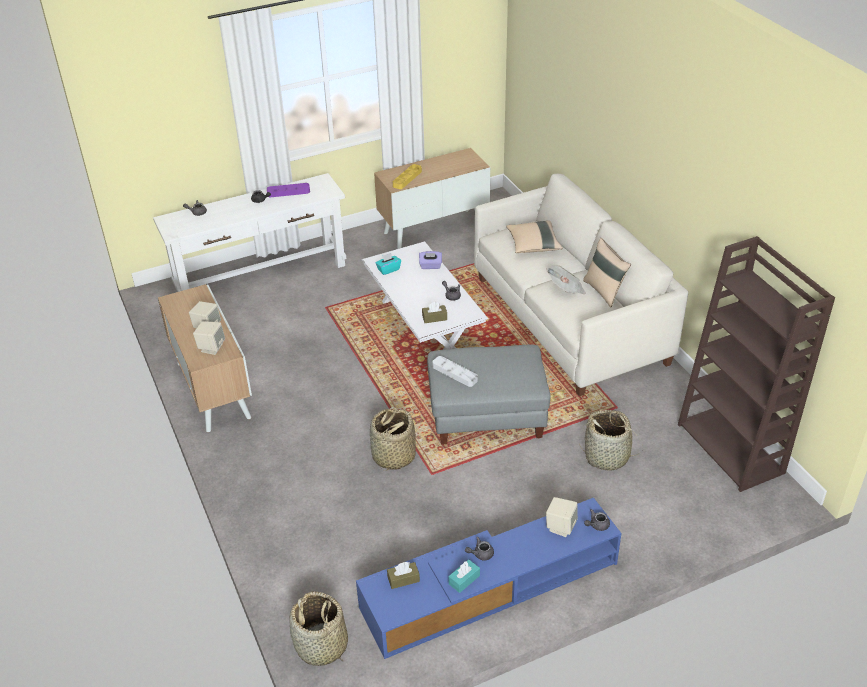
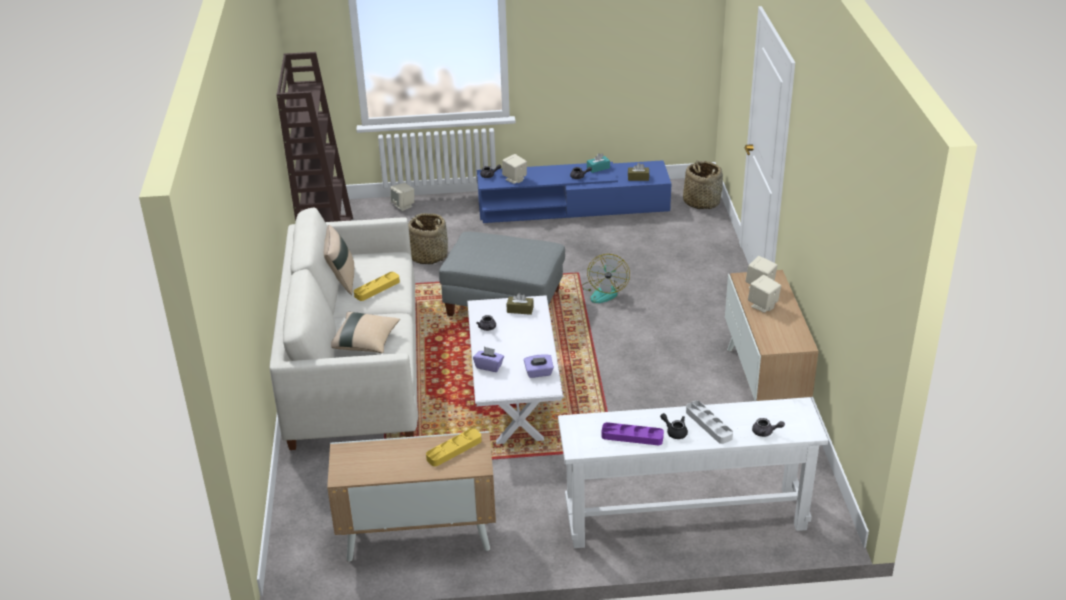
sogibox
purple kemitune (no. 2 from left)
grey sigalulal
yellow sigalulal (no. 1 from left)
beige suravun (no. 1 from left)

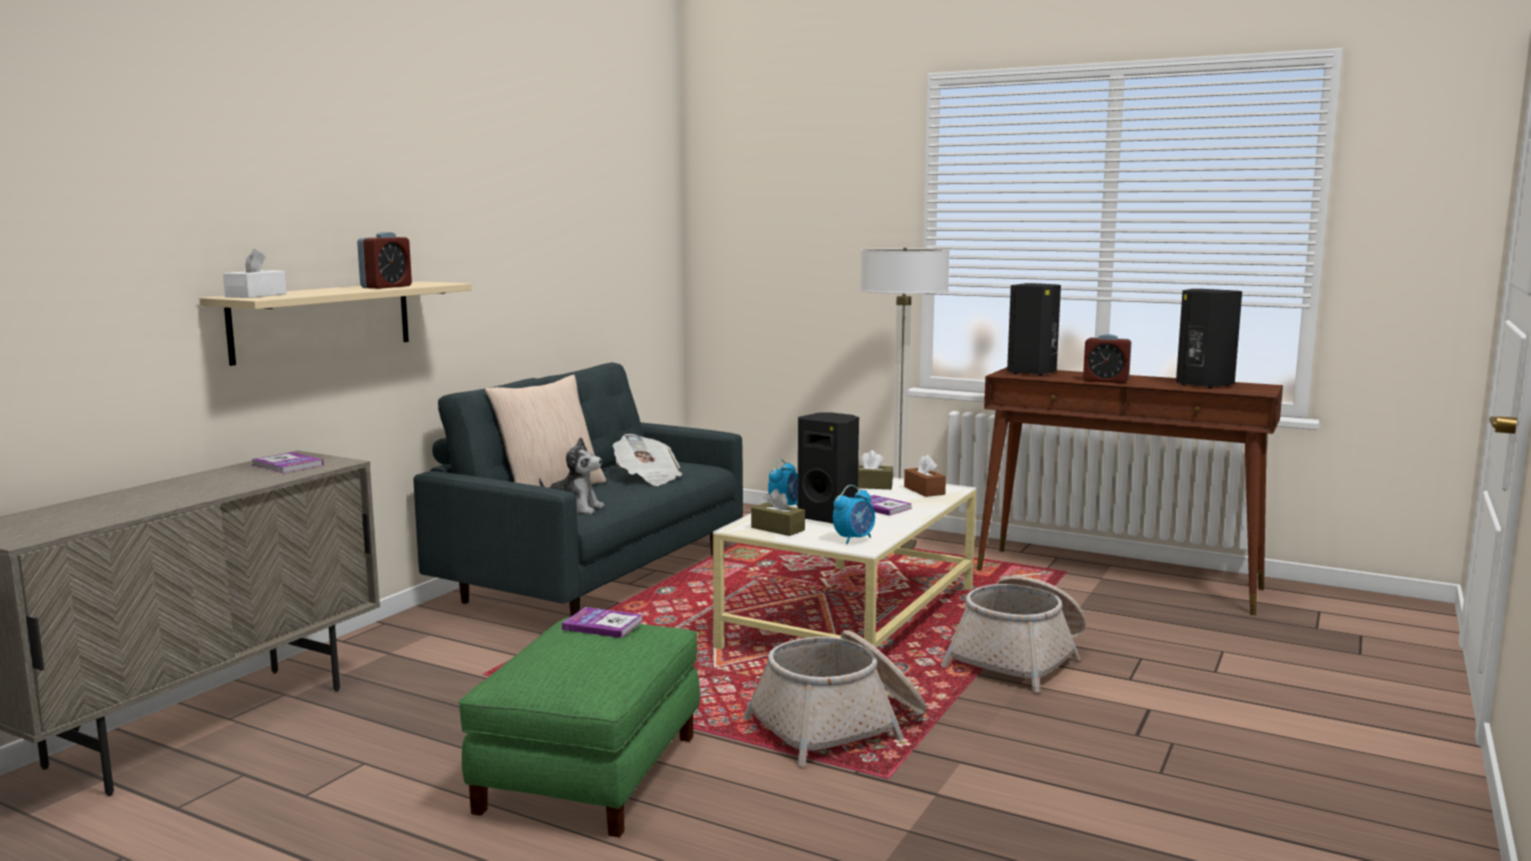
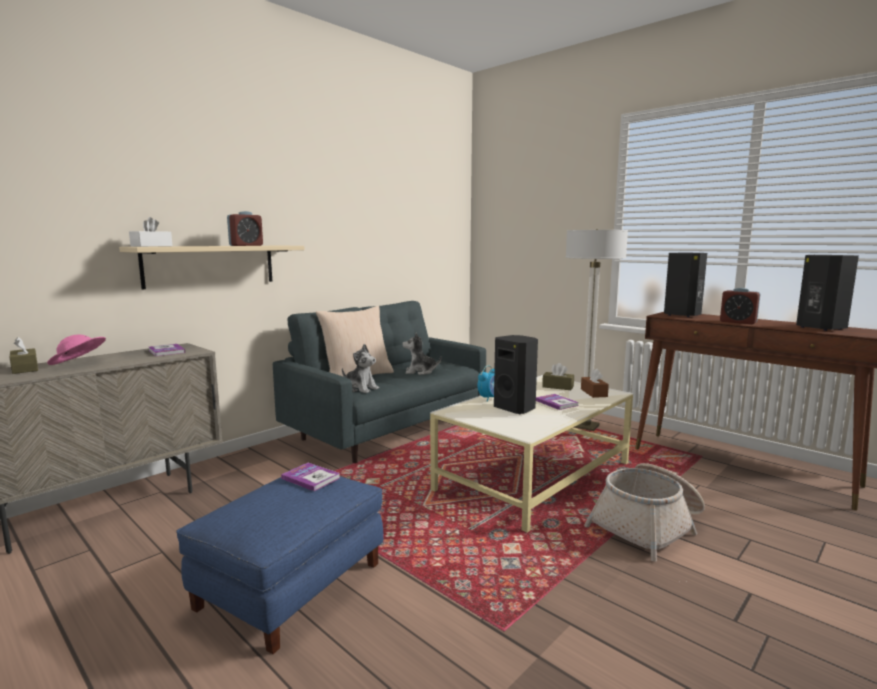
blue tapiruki
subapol (no. 2 from left)
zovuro (no. 1 from left in the first image)
brown kemitune (no. 1 from left)
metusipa (no. 3 from left in the first image)
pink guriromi

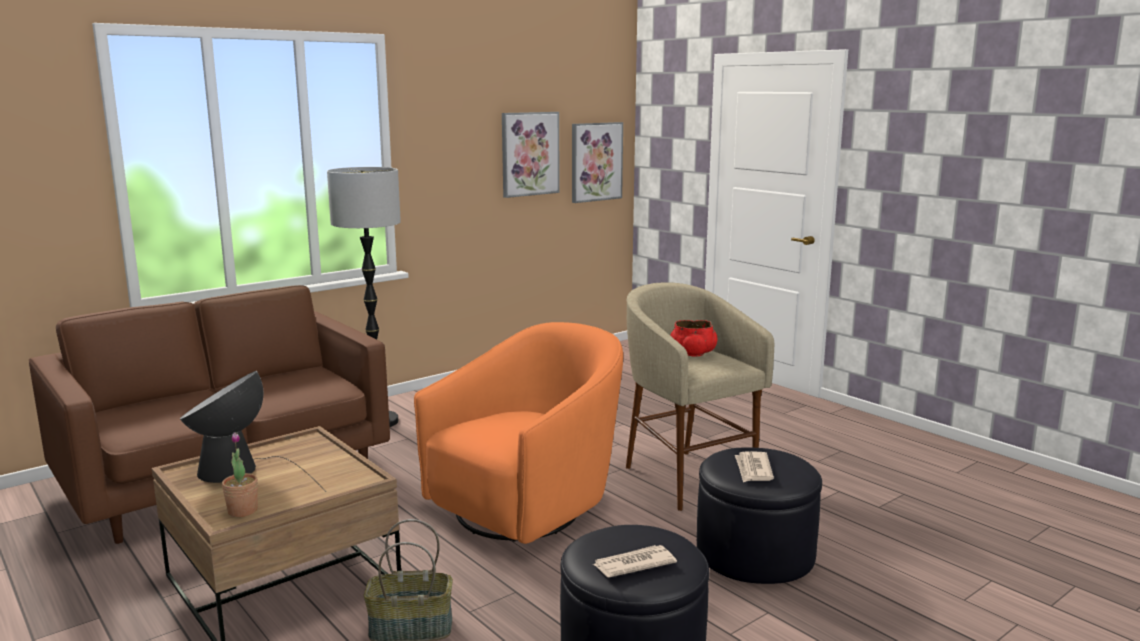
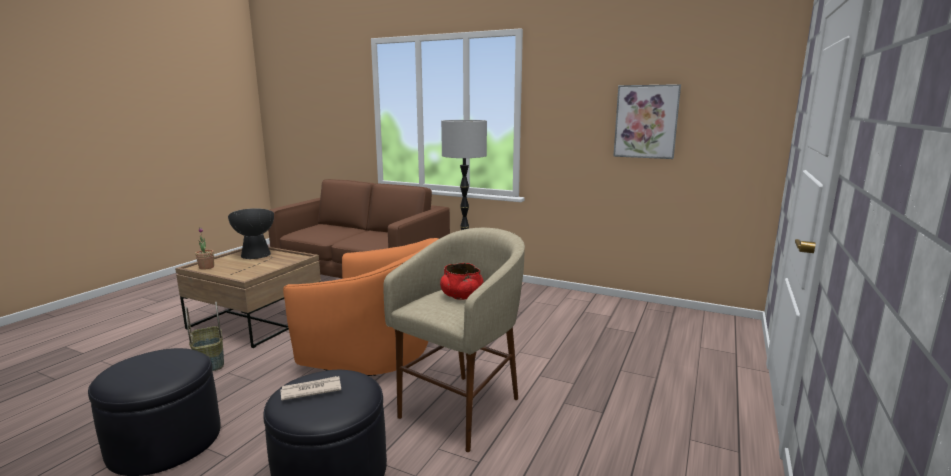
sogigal (no. 2 from left in the first image)
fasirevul (no. 1 from left in the first image)

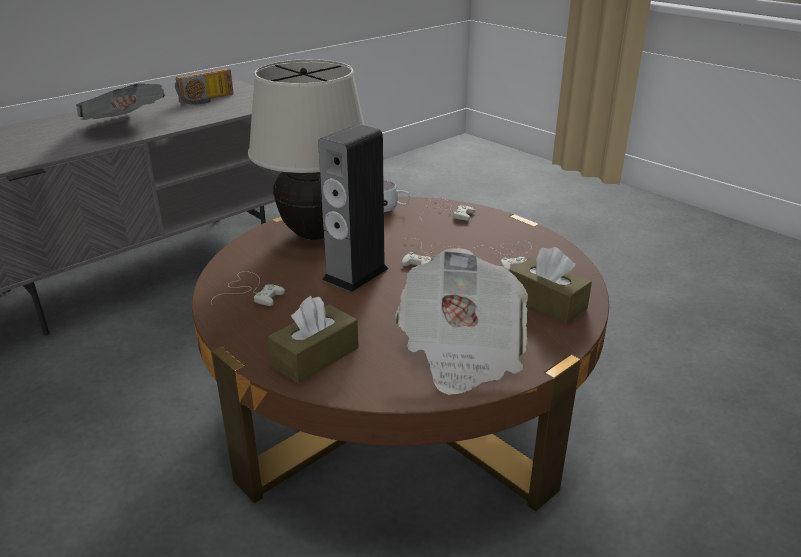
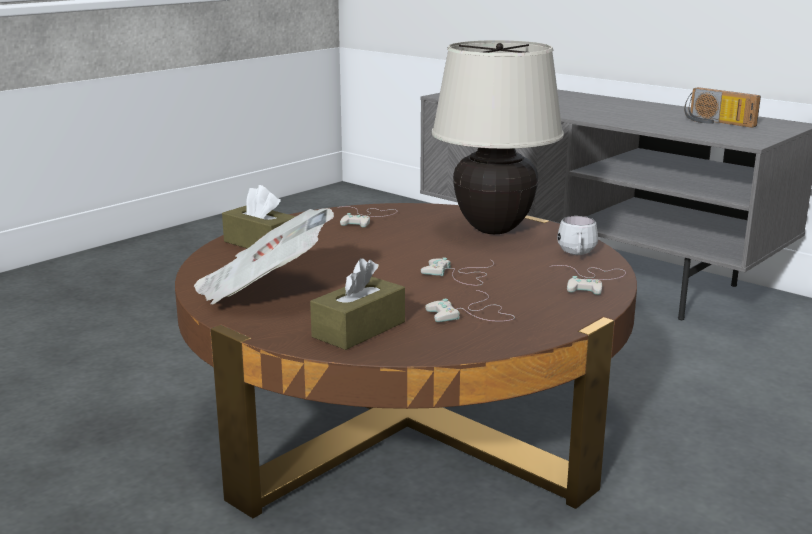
fasirevul (no. 1 from left in the first image)
suravun

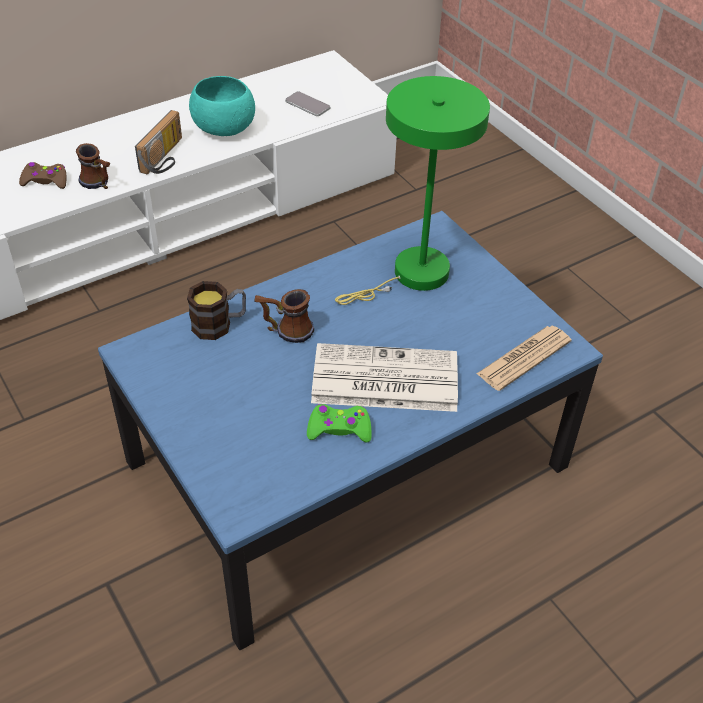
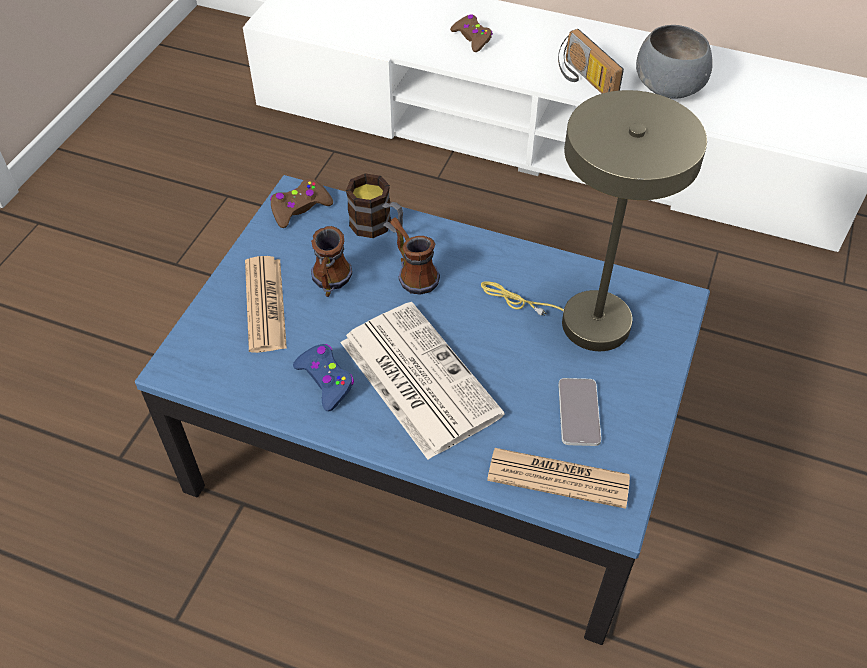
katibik (no. 1 from left)
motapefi
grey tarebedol
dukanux
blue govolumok
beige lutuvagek
fasirevul (no. 1 from left)
brown govolumok (no. 1 from left)

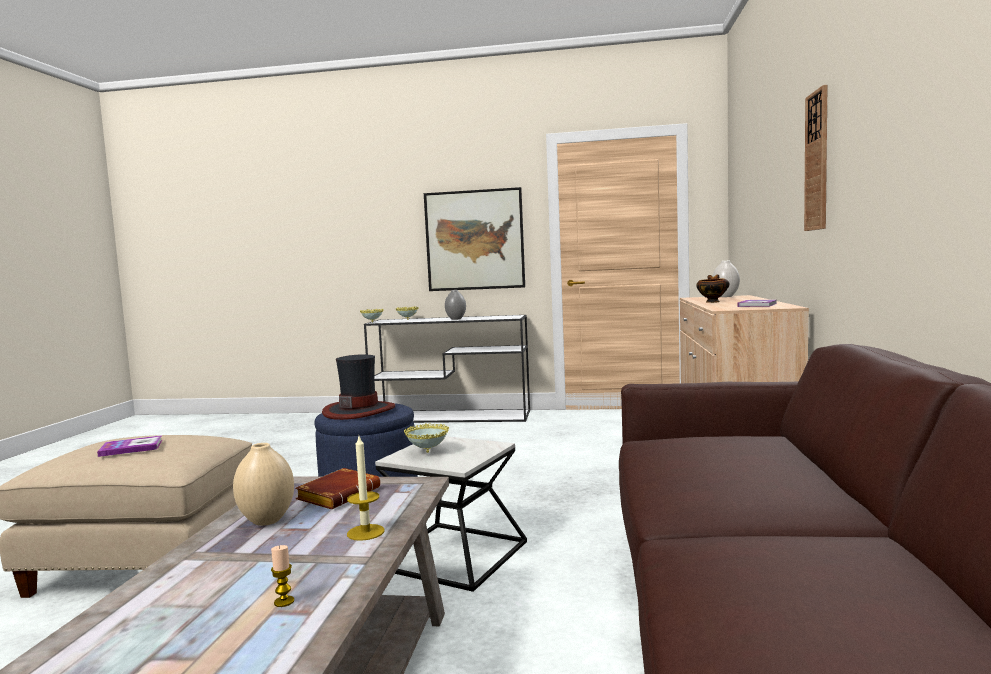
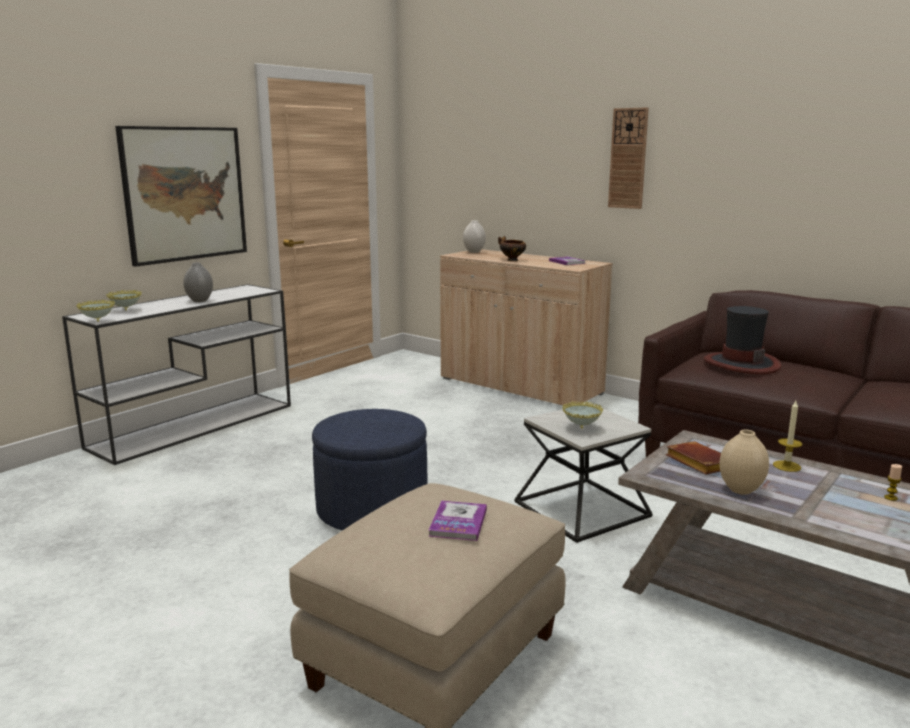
guriromi

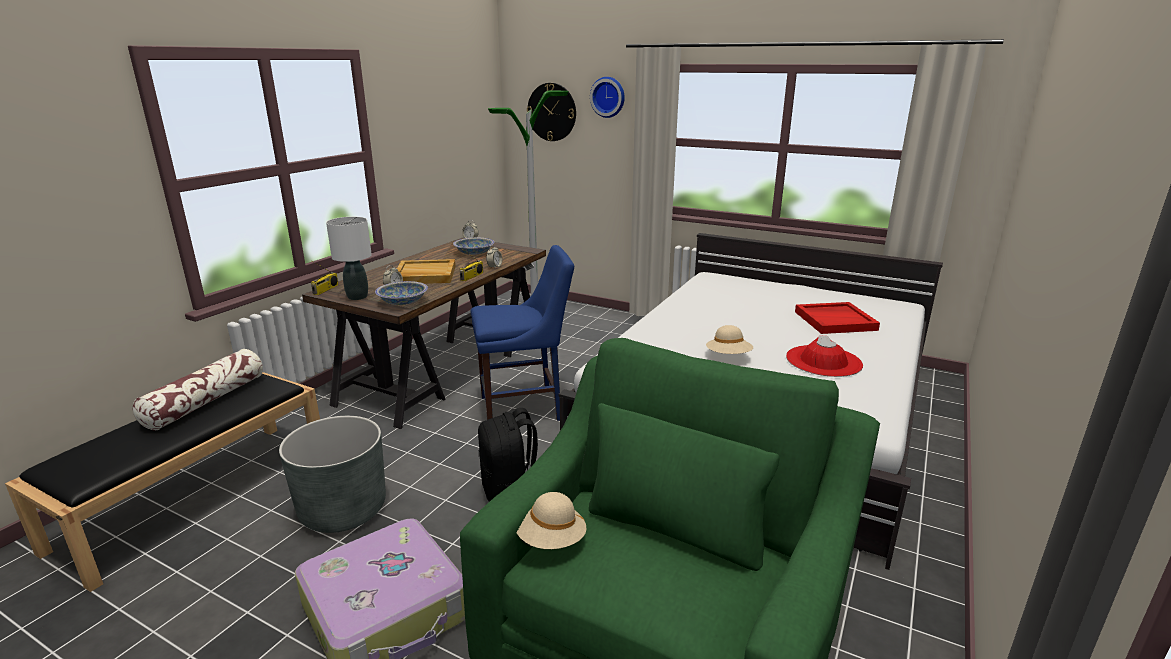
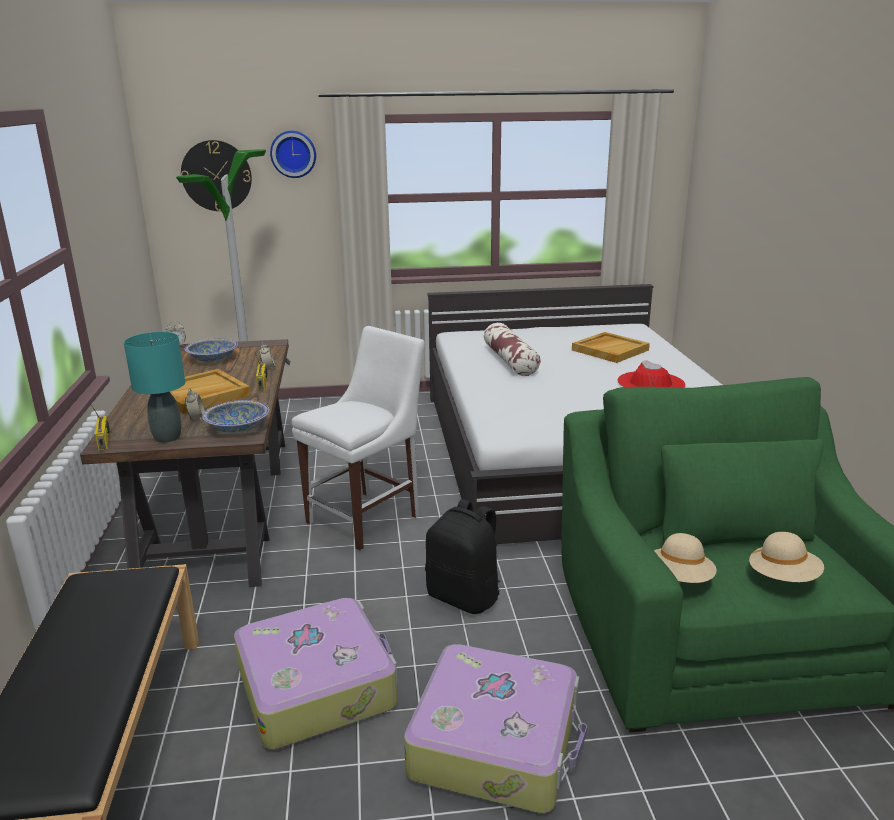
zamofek
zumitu (no. 1 from left)
turquoise lutuvagek
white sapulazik
beige guriromi (no. 2 from left)
beige sigalulal (no. 2 from left)

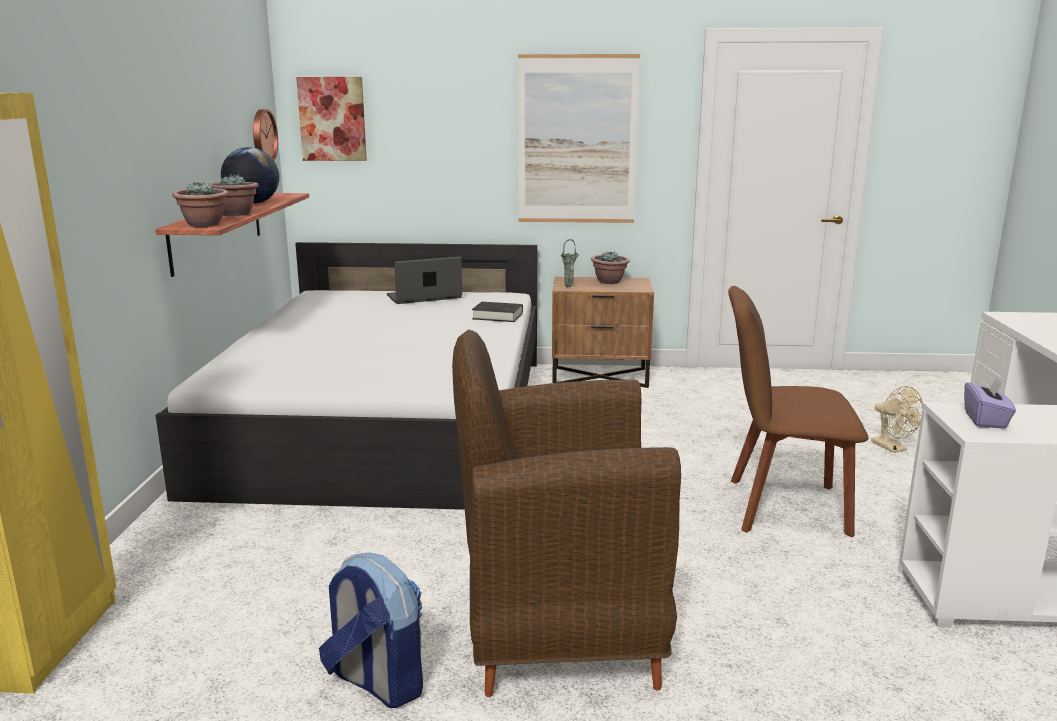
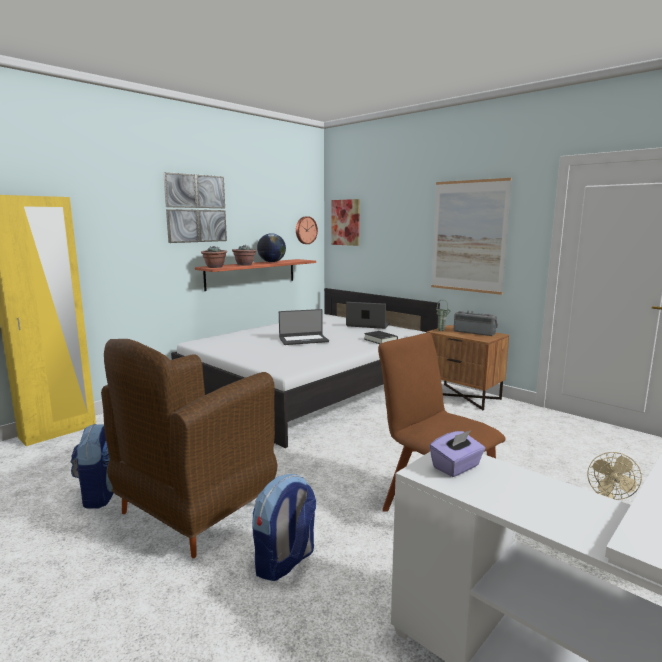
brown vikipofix
motapefi
sogigal (no. 1 from left)
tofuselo (no. 2 from left)
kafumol (no. 1 from left)

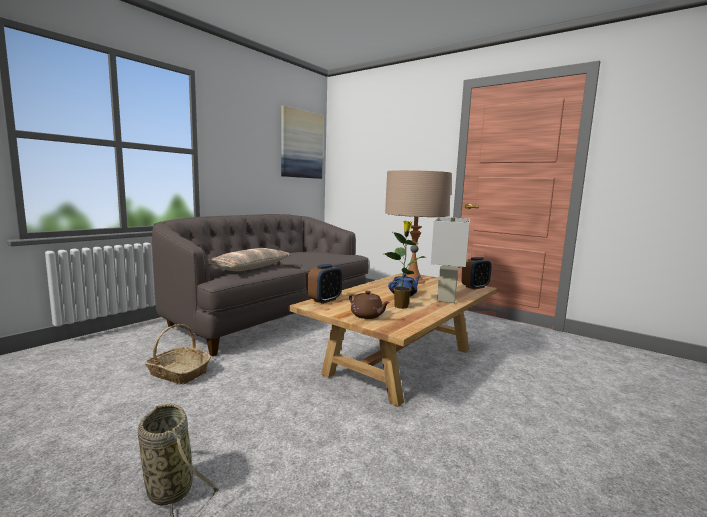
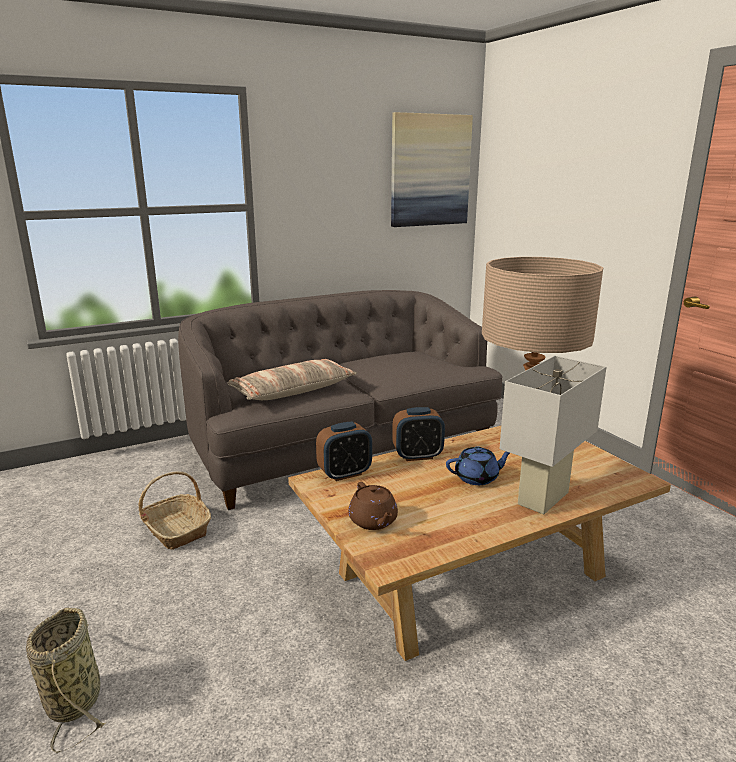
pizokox
metusipa (no. 2 from left)

